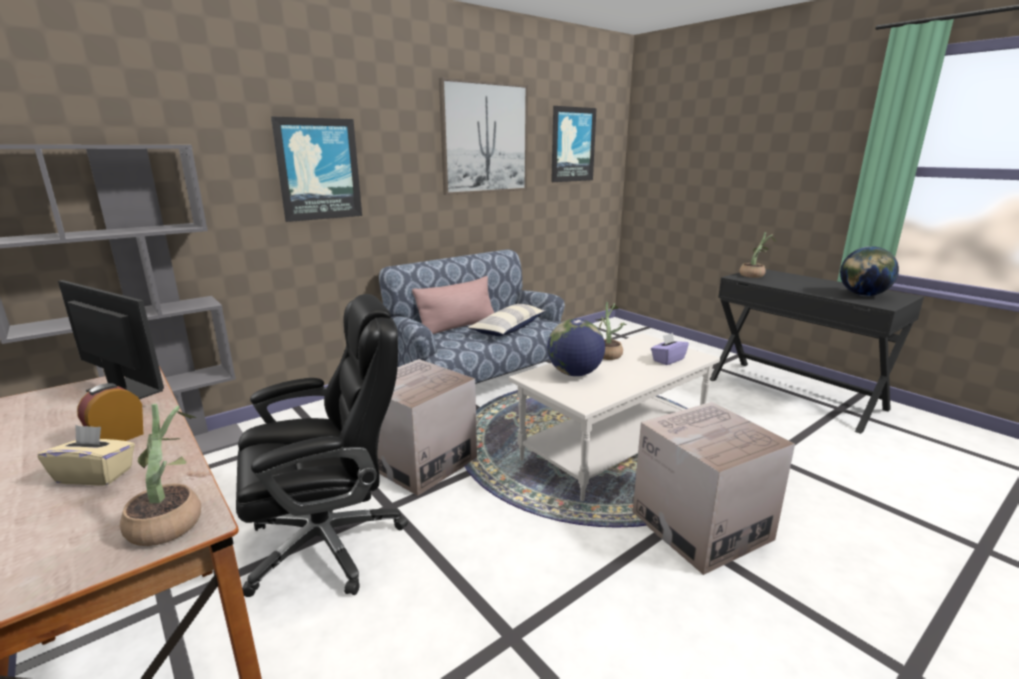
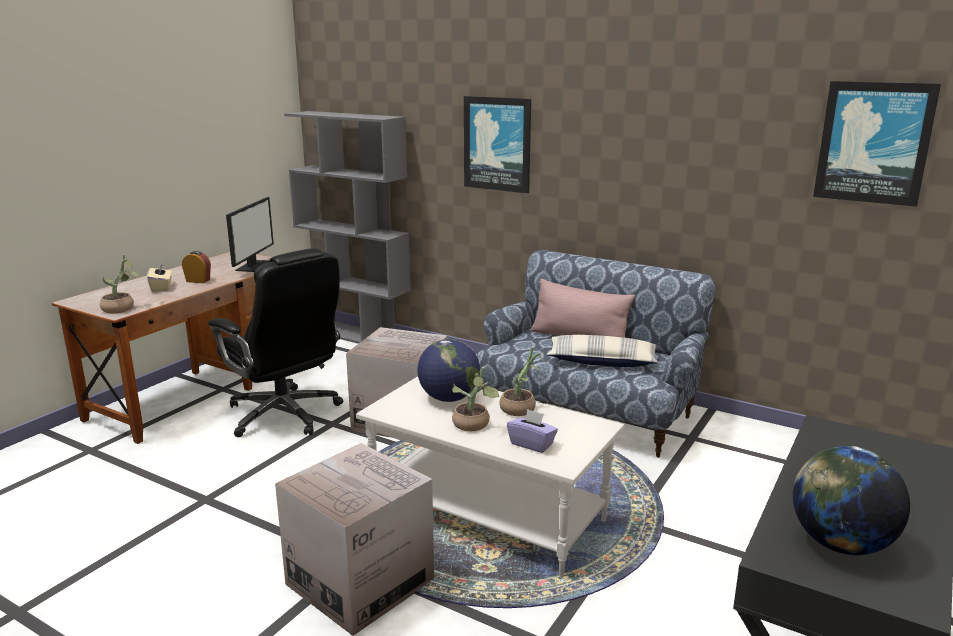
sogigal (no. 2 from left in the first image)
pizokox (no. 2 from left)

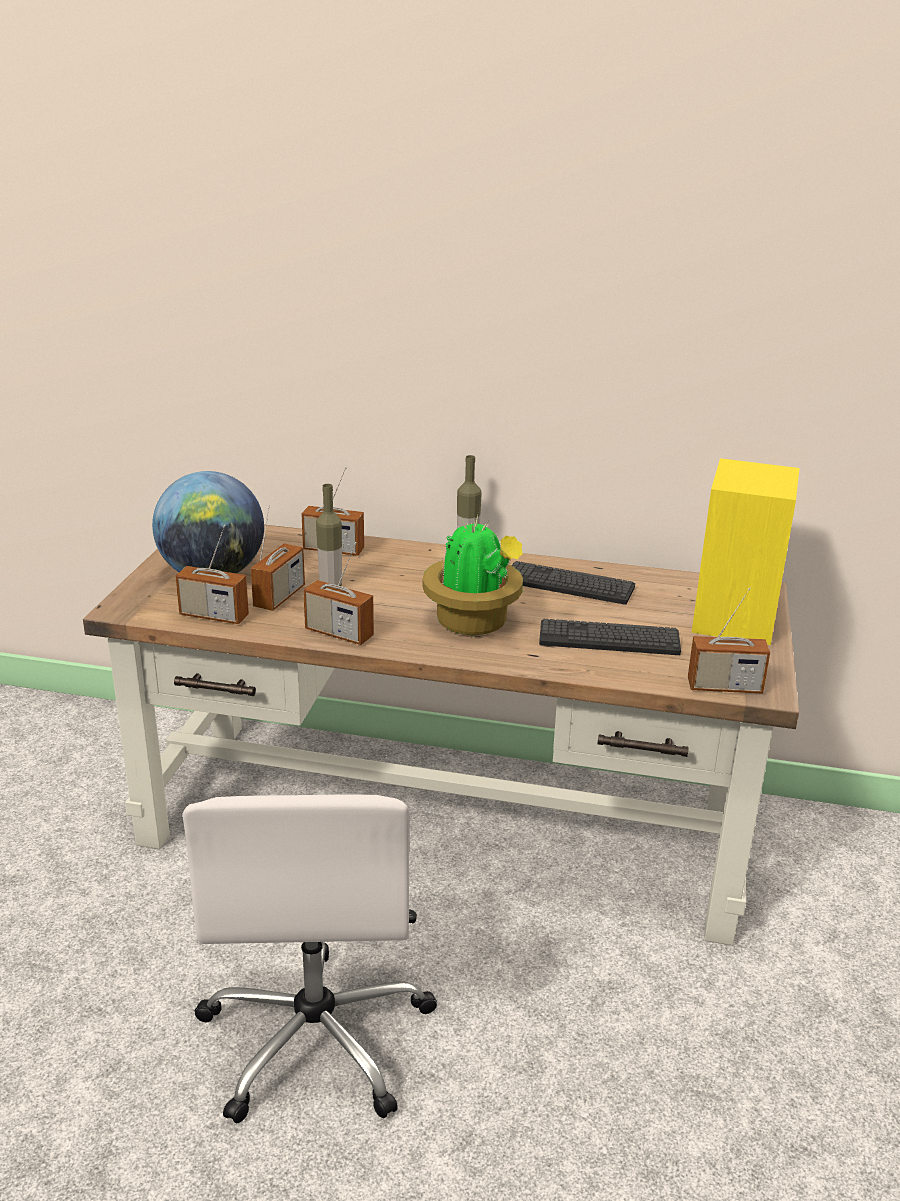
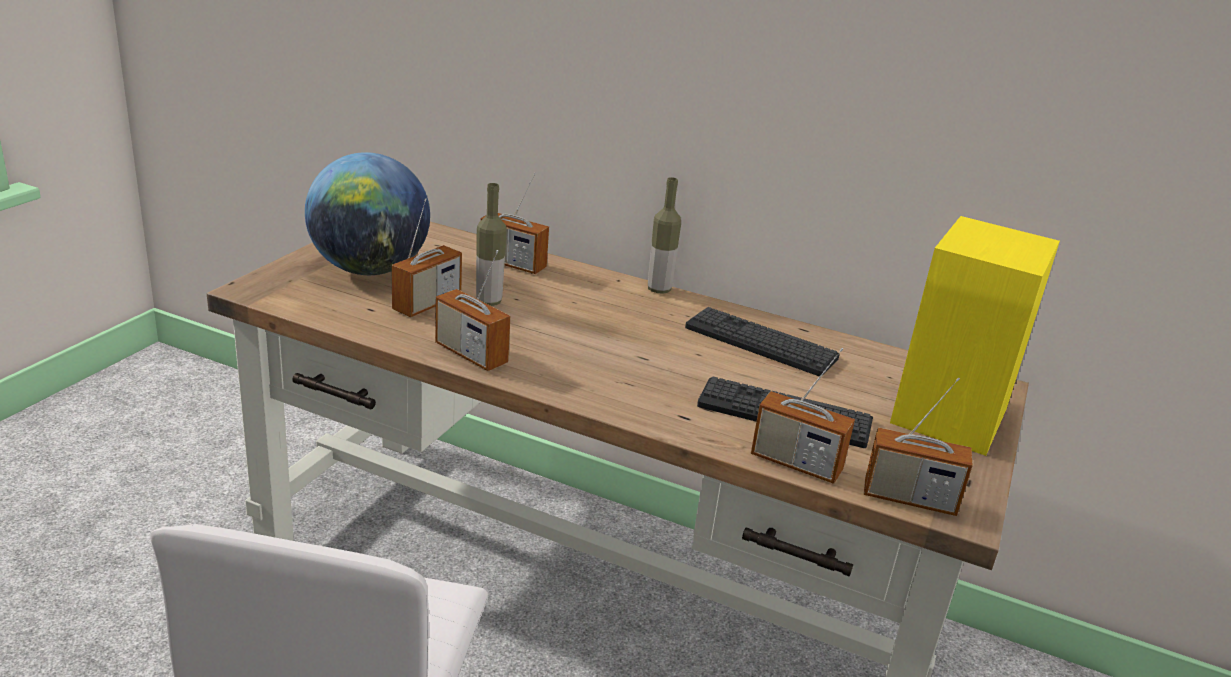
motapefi (no. 4 from left)
pizokox

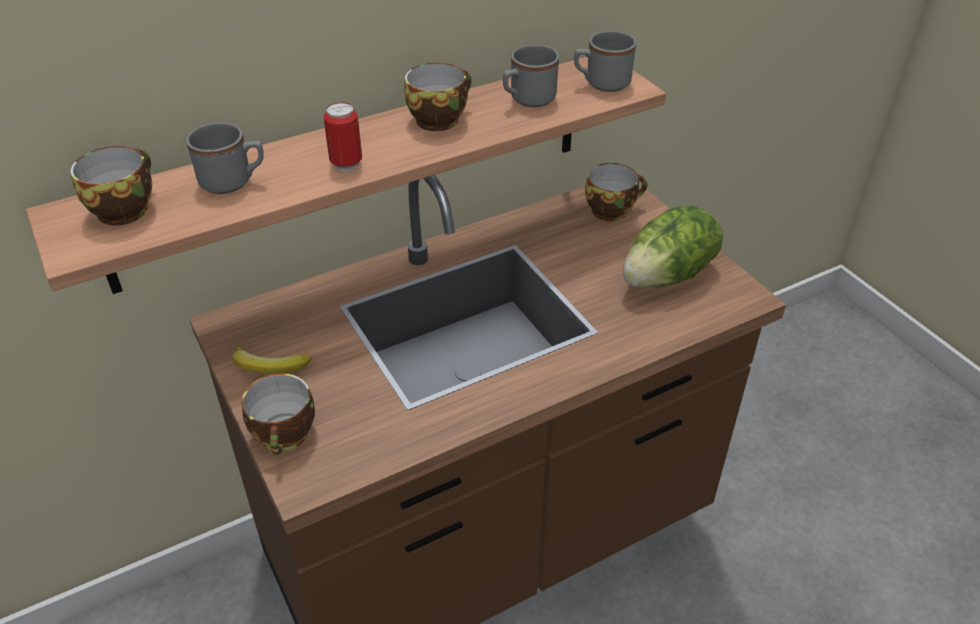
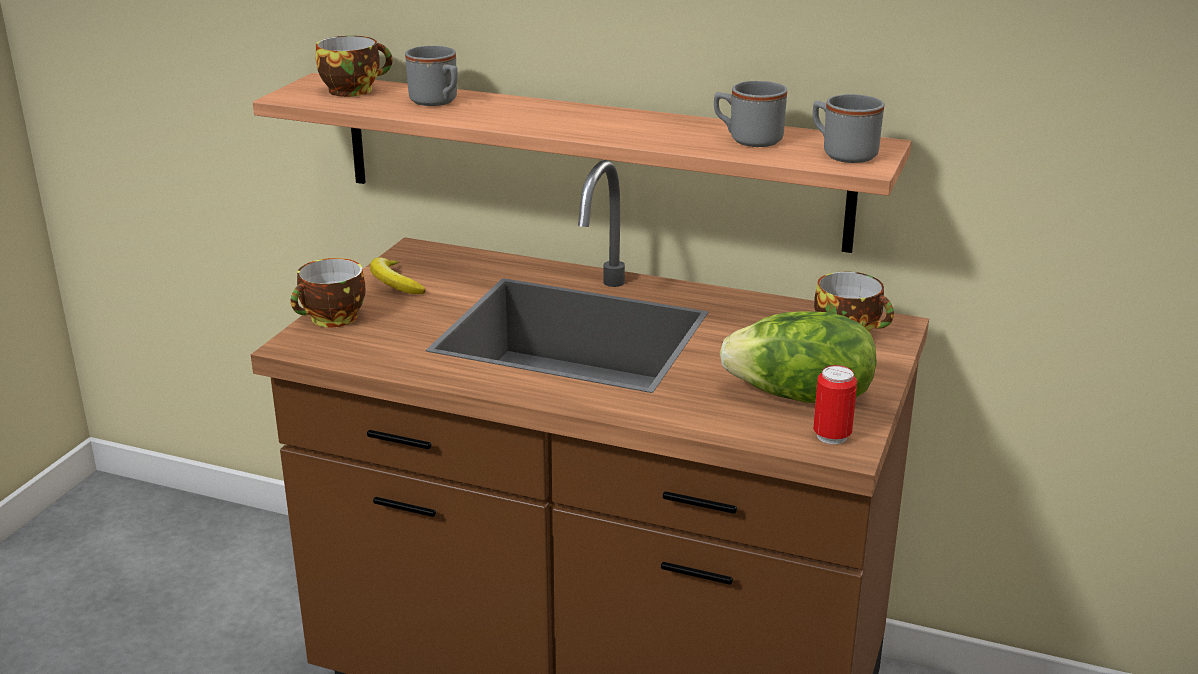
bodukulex
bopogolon (no. 3 from left in the first image)

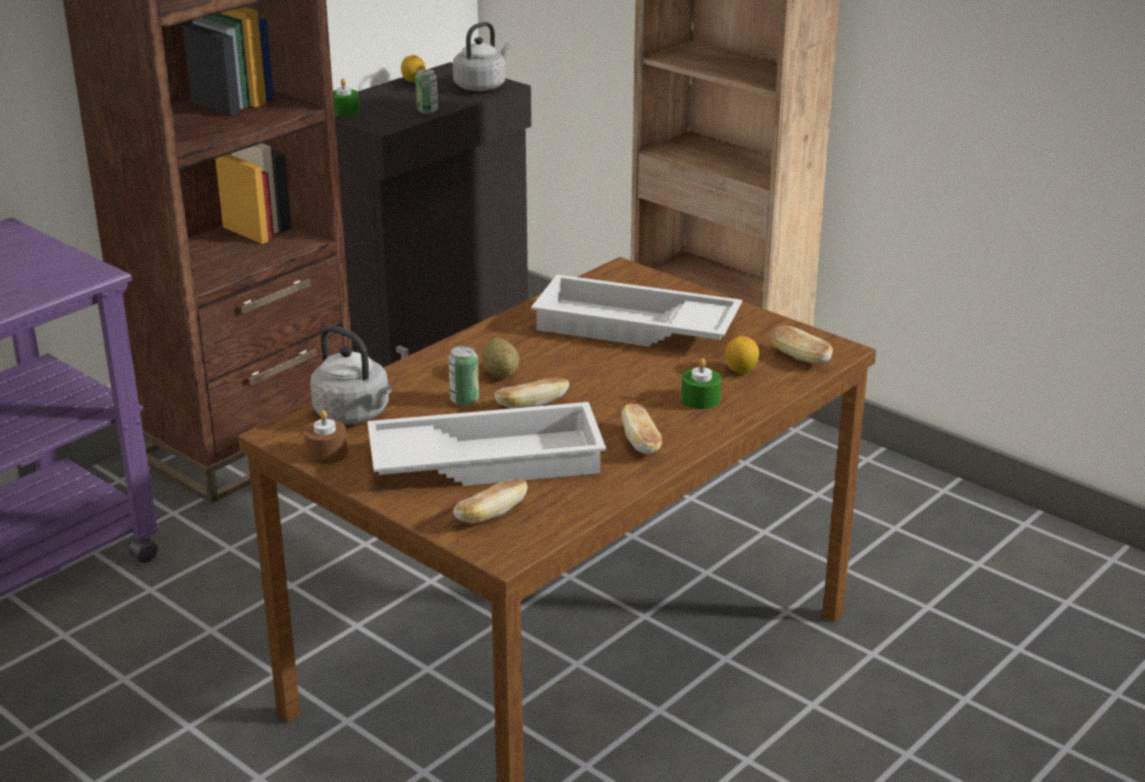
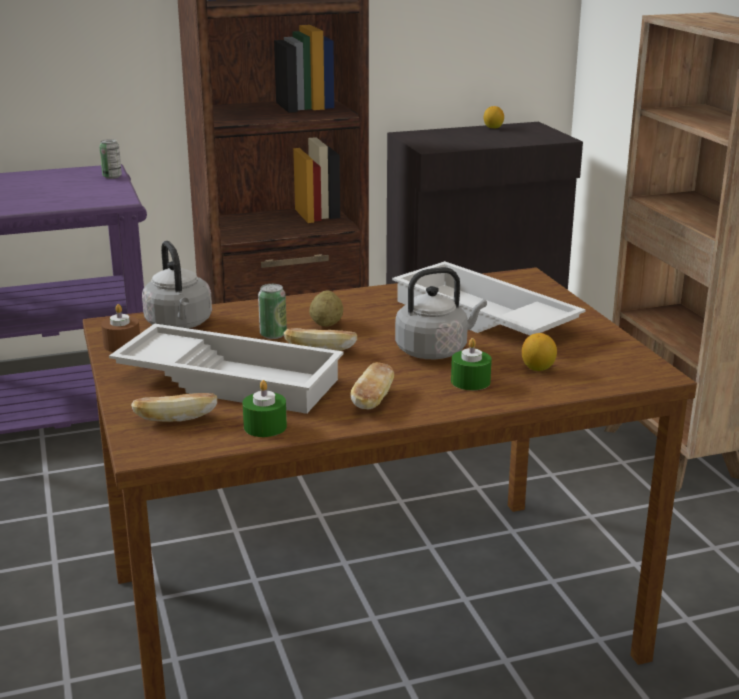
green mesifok (no. 1 from left)
bodukulex (no. 1 from left)
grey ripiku (no. 2 from left)
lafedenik (no. 4 from left in the first image)

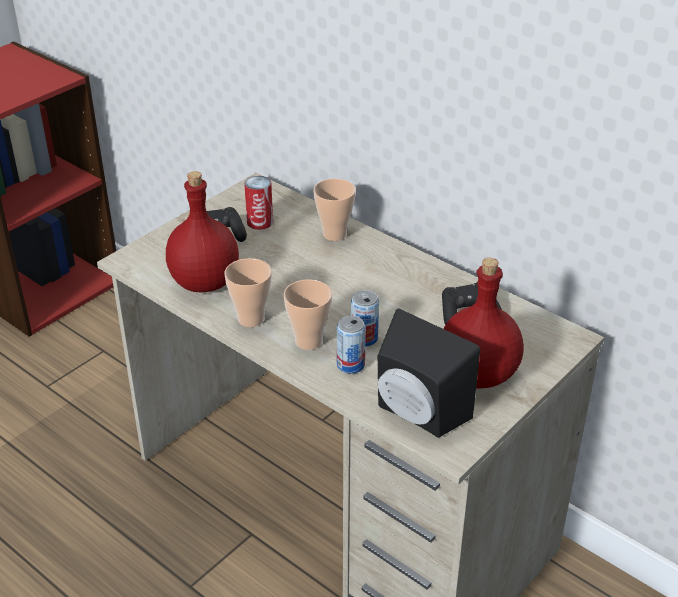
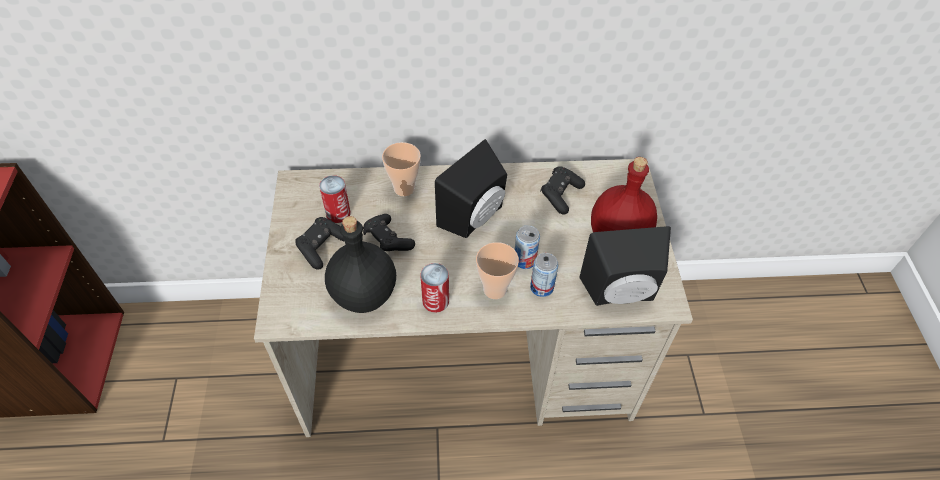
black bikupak
bodukulex (no. 2 from left)
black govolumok (no. 2 from left)
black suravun (no. 1 from left)

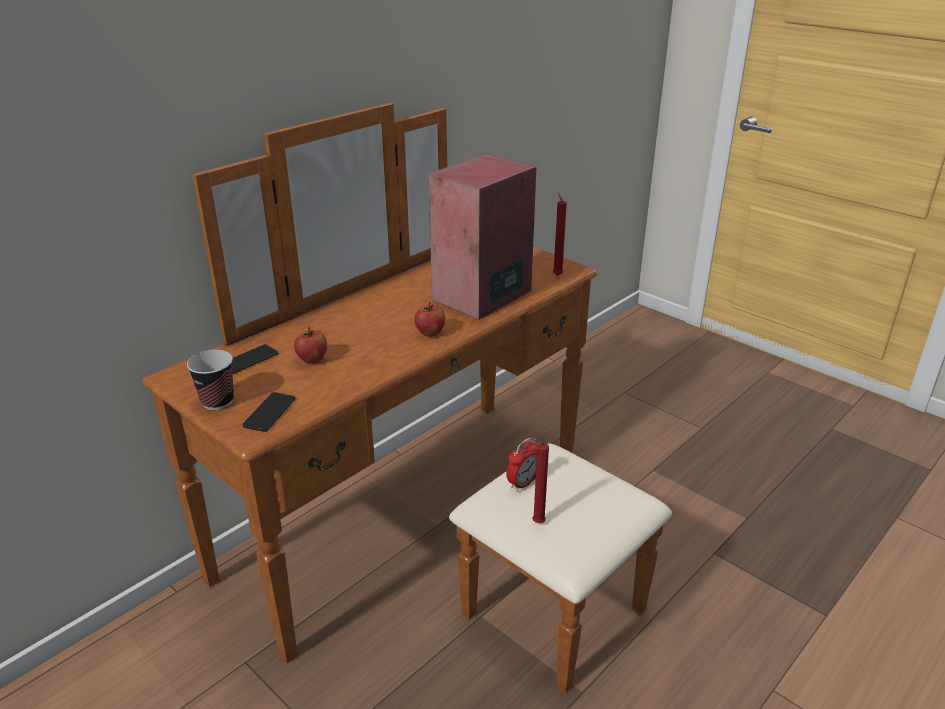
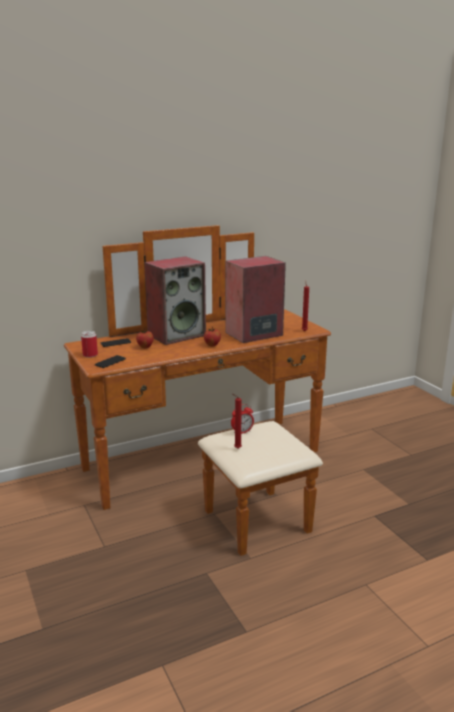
bodukulex
suravun (no. 1 from left)

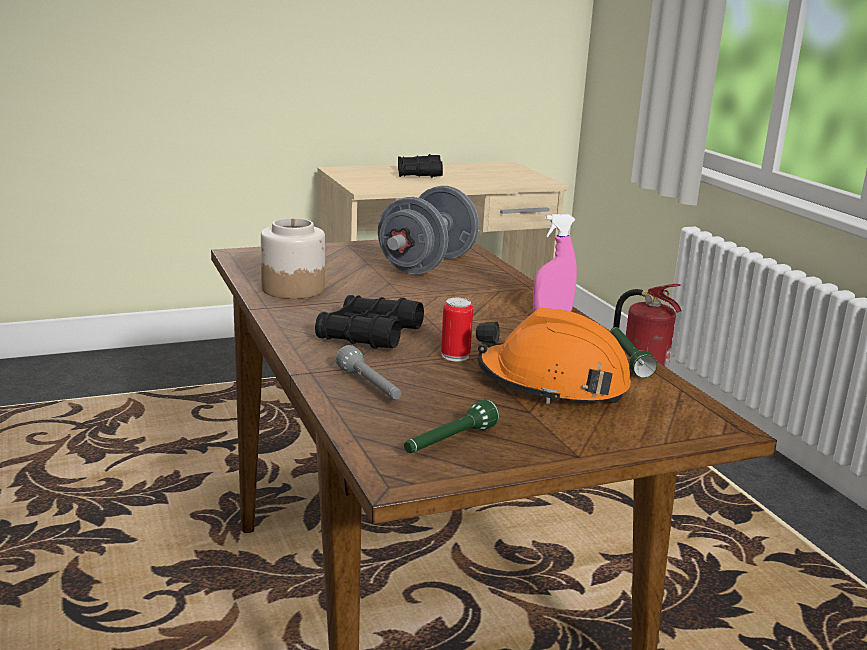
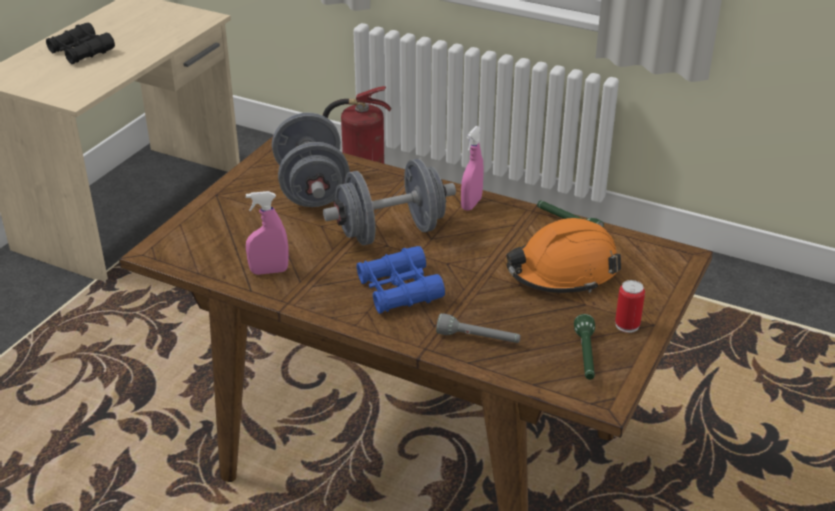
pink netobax (no. 1 from left)
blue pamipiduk
bodukulex
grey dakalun (no. 2 from left)

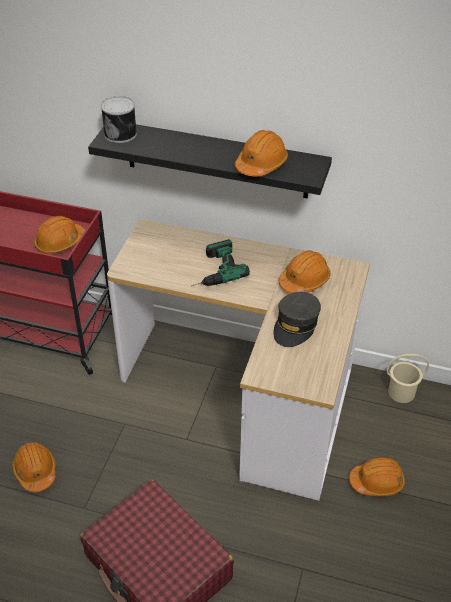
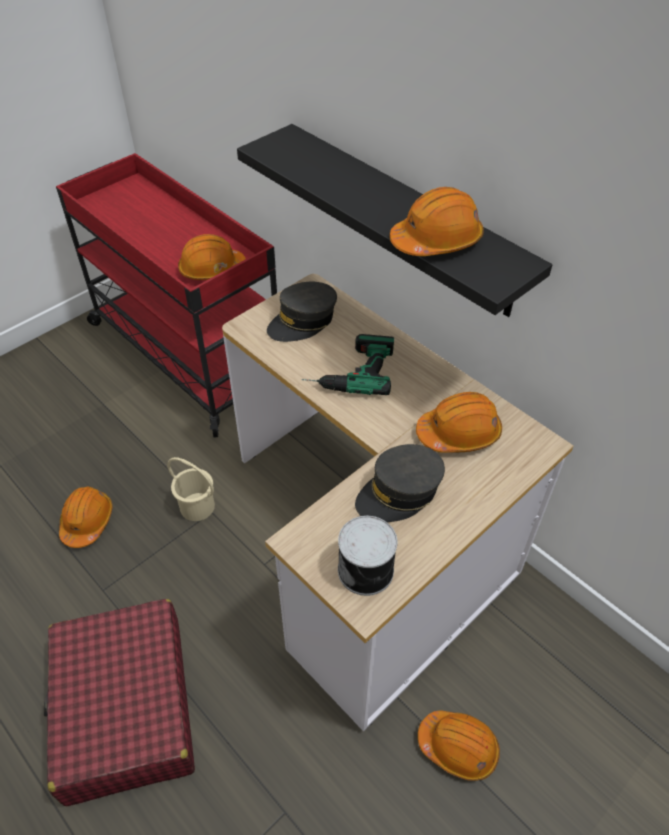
bodukulex
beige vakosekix
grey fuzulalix (no. 1 from left)

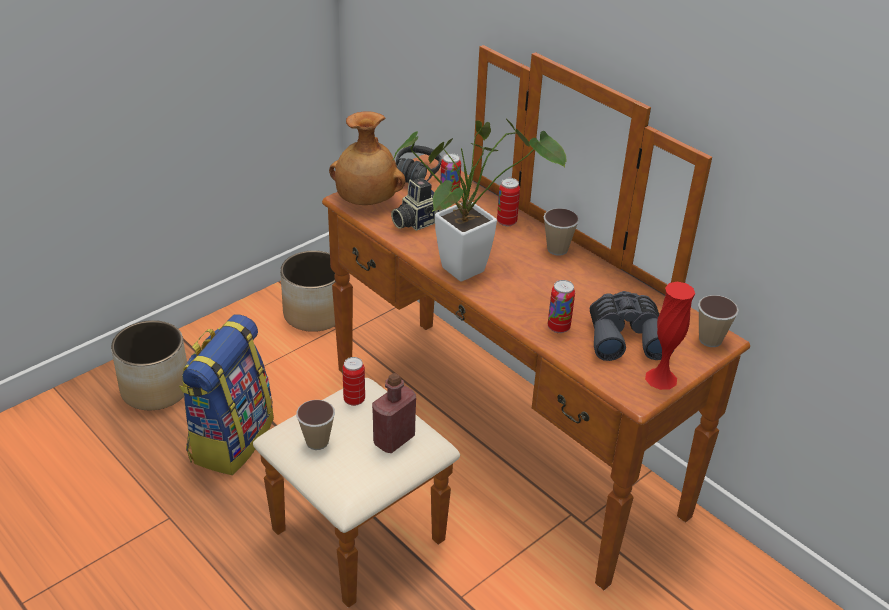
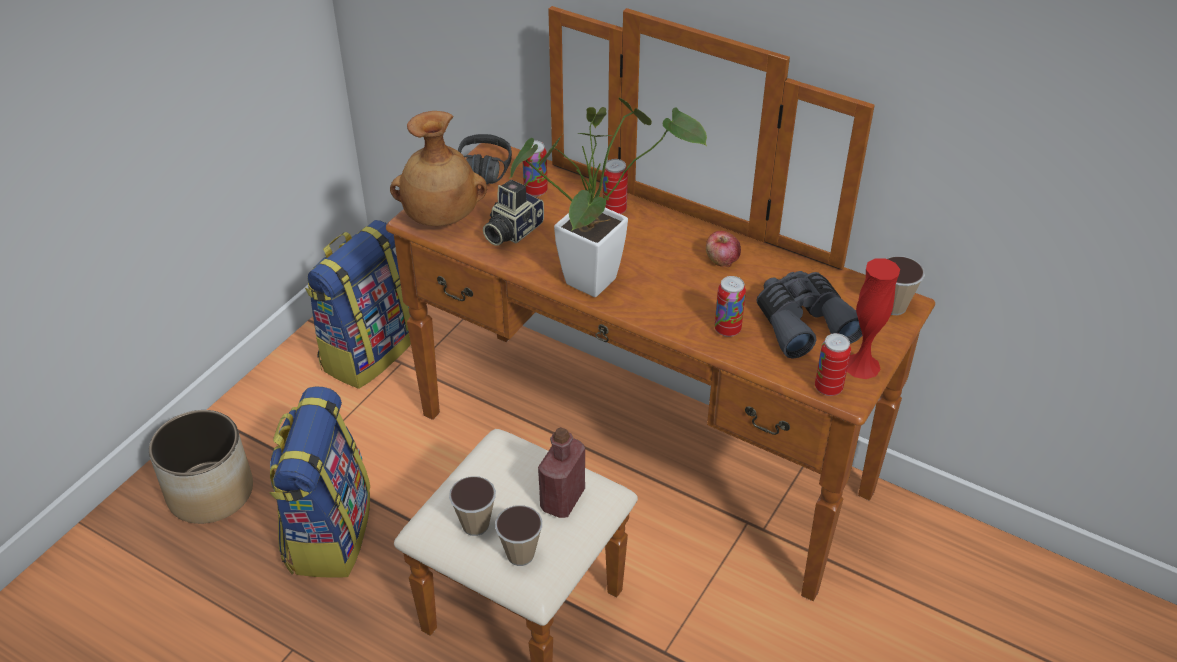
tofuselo (no. 2 from left)
bodukulex (no. 4 from left)
bopogolon (no. 2 from left)
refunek

